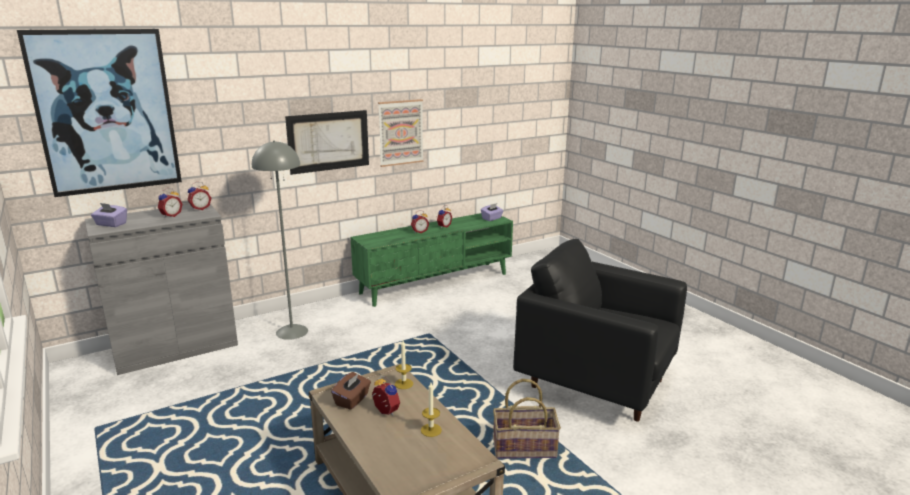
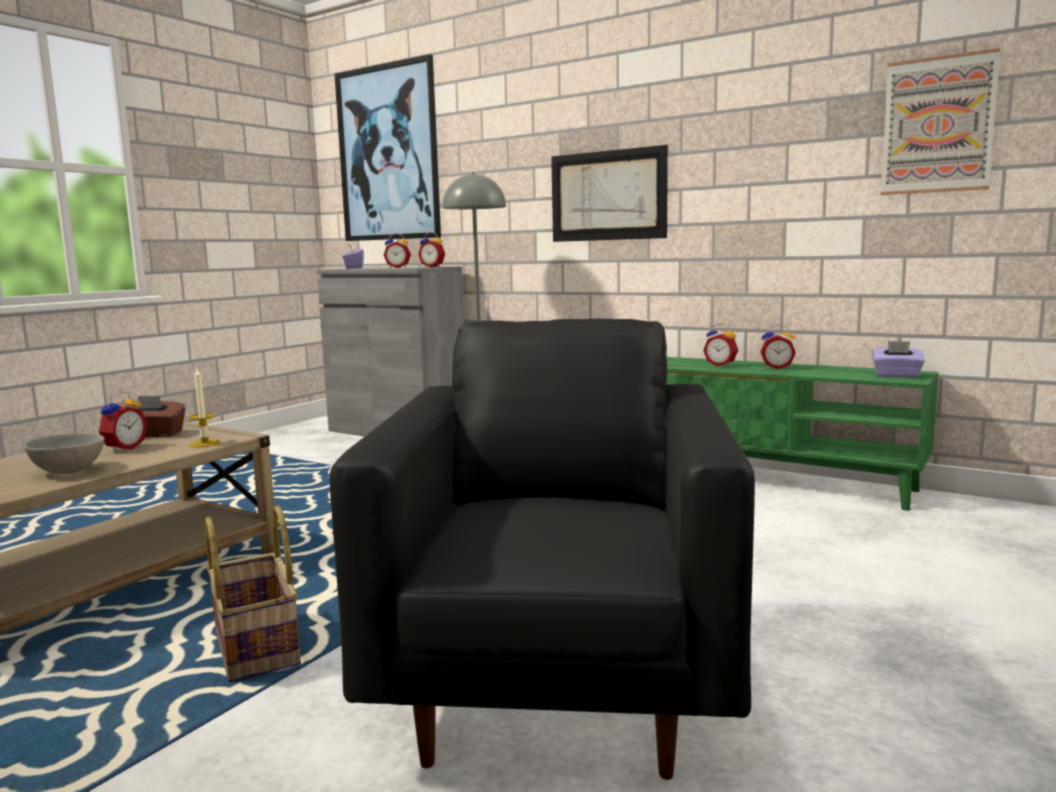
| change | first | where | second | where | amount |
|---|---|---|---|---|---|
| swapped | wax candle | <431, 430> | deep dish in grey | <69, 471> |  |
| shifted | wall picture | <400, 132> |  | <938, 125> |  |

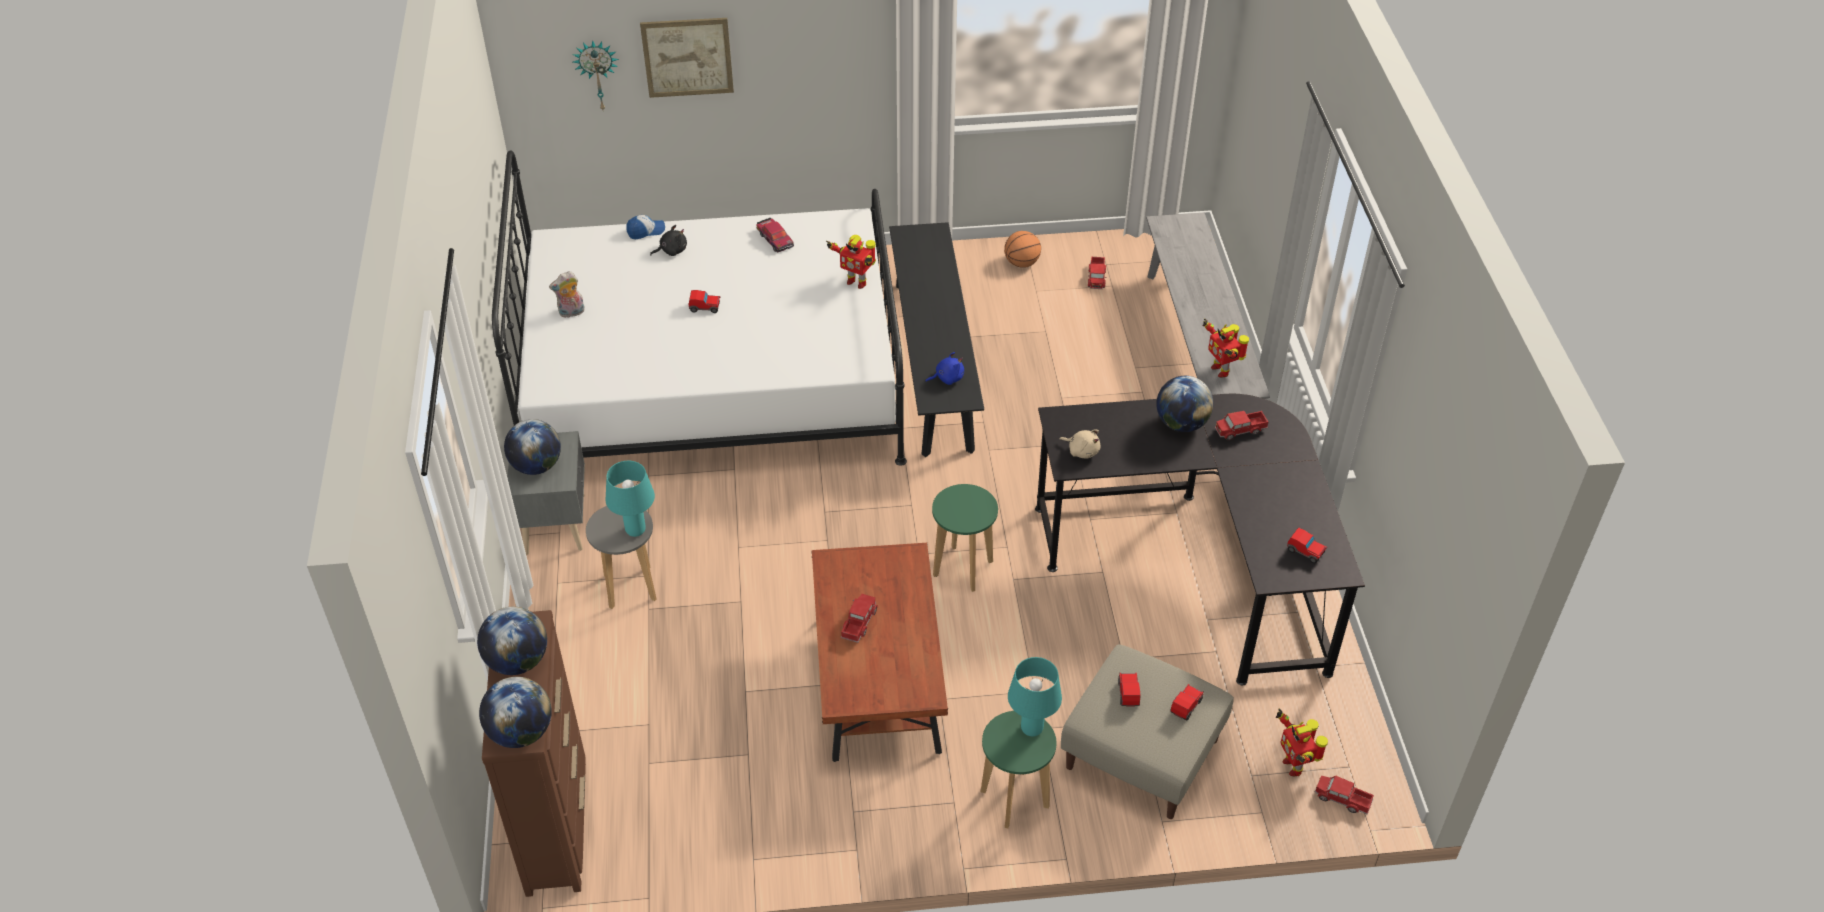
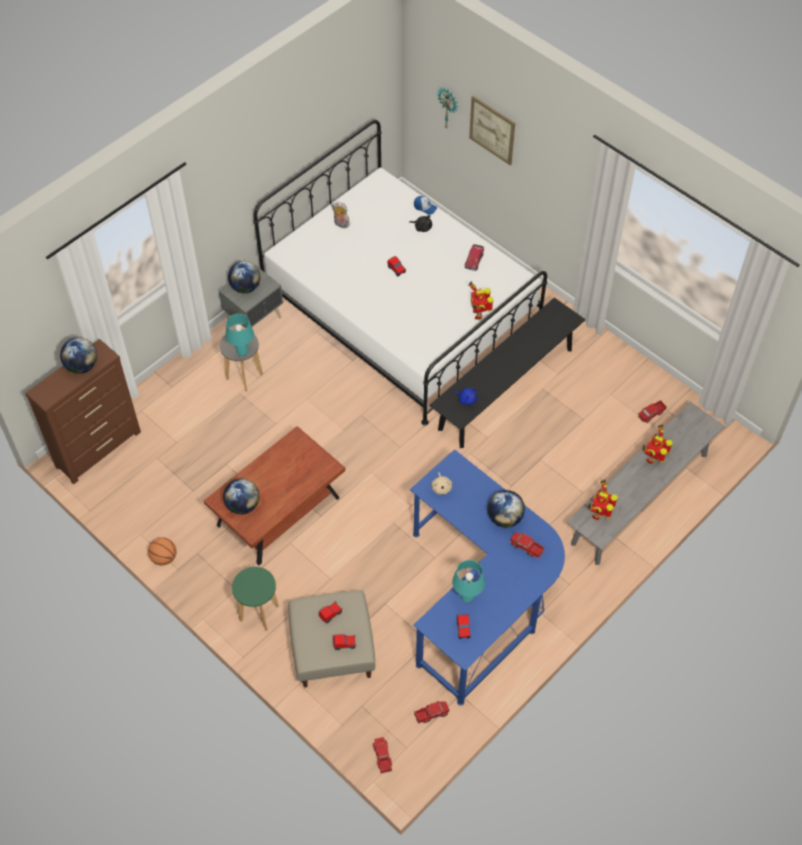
| change | first | where | second | where | amount |
|---|---|---|---|---|---|
| shifted | basketball ball | <1021, 263> |  | <164, 558> |  |
| shifted | desk globe | <521, 732> |  | <243, 505> |  |
| repainted | desk unit in black | <1198, 564> | desk unit in blue | <481, 597> |  |
| shifted | toy truck | <859, 623> |  | <431, 714> |  |
| shifted | lamp for a table in blue-green | <1032, 729> |  | <467, 597> |  |
| shifted | robot figure | <1294, 765> |  | <653, 458> |  |
| gone | sitting stool in green-coloured | <962, 568> |  |  |  |

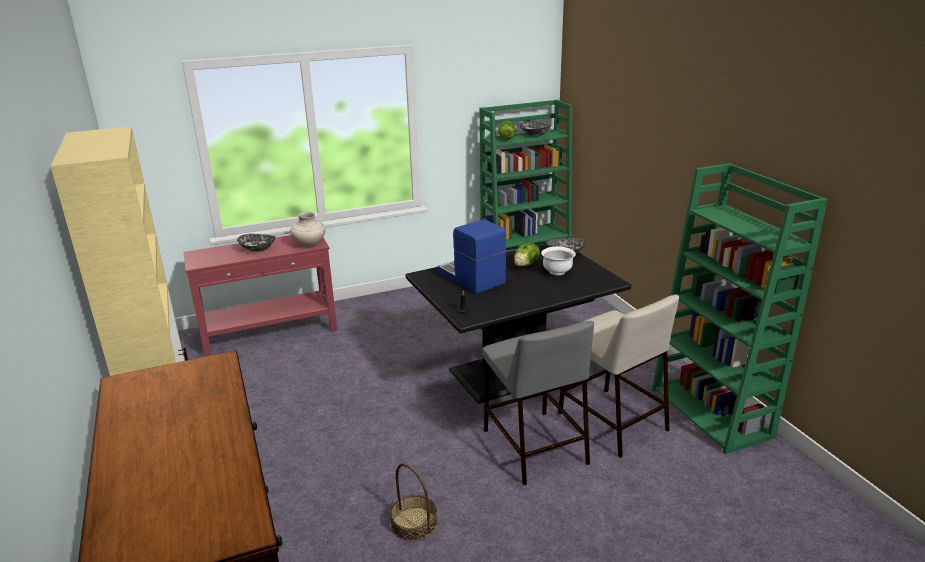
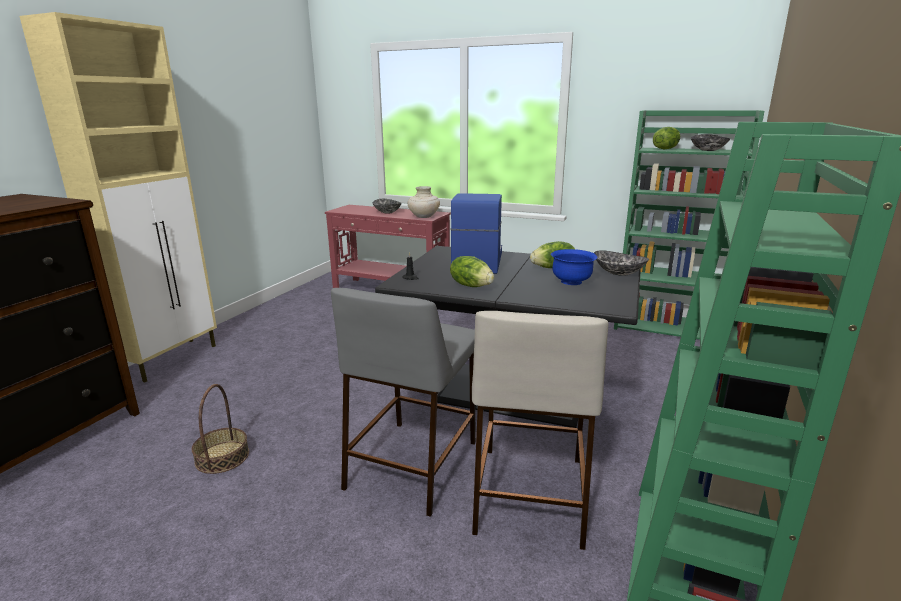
| change | first | where | second | where | amount |
|---|---|---|---|---|---|
| new |  |  | lettuce head | <471, 285> |  |
| repainted | deep dish in whitish | <557, 272> | deep dish in blue | <571, 282> |  |

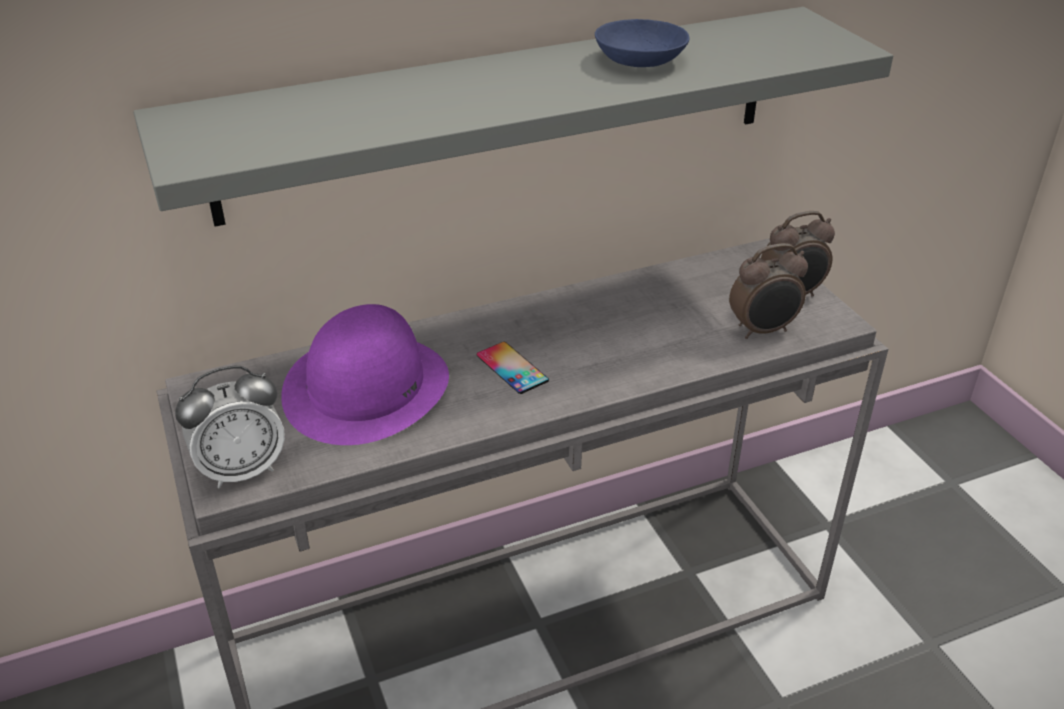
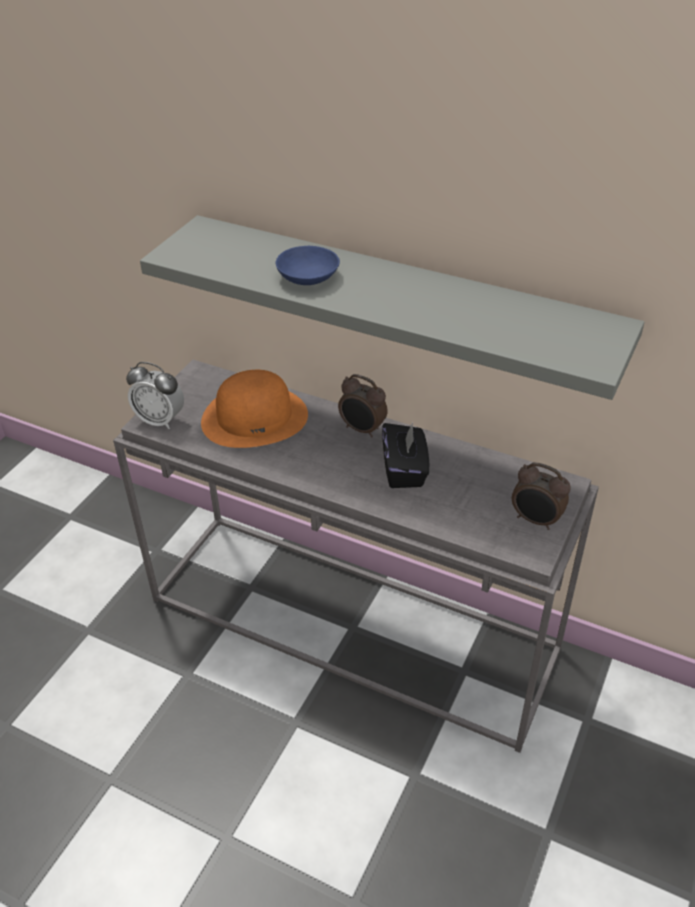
| change | first | where | second | where | amount |
|---|---|---|---|---|---|
| repainted | hat in purplish | <366, 387> | hat in orange-coloured | <255, 417> |  |
| shifted | deep dish in blue | <642, 60> |  | <308, 278> |  |
| shifted | bedside clock | <763, 330> |  | <362, 430> |  |
| new |  |  | box of tissues in black | <404, 470> |  |
| gone | handset | <512, 368> |  |  |  |

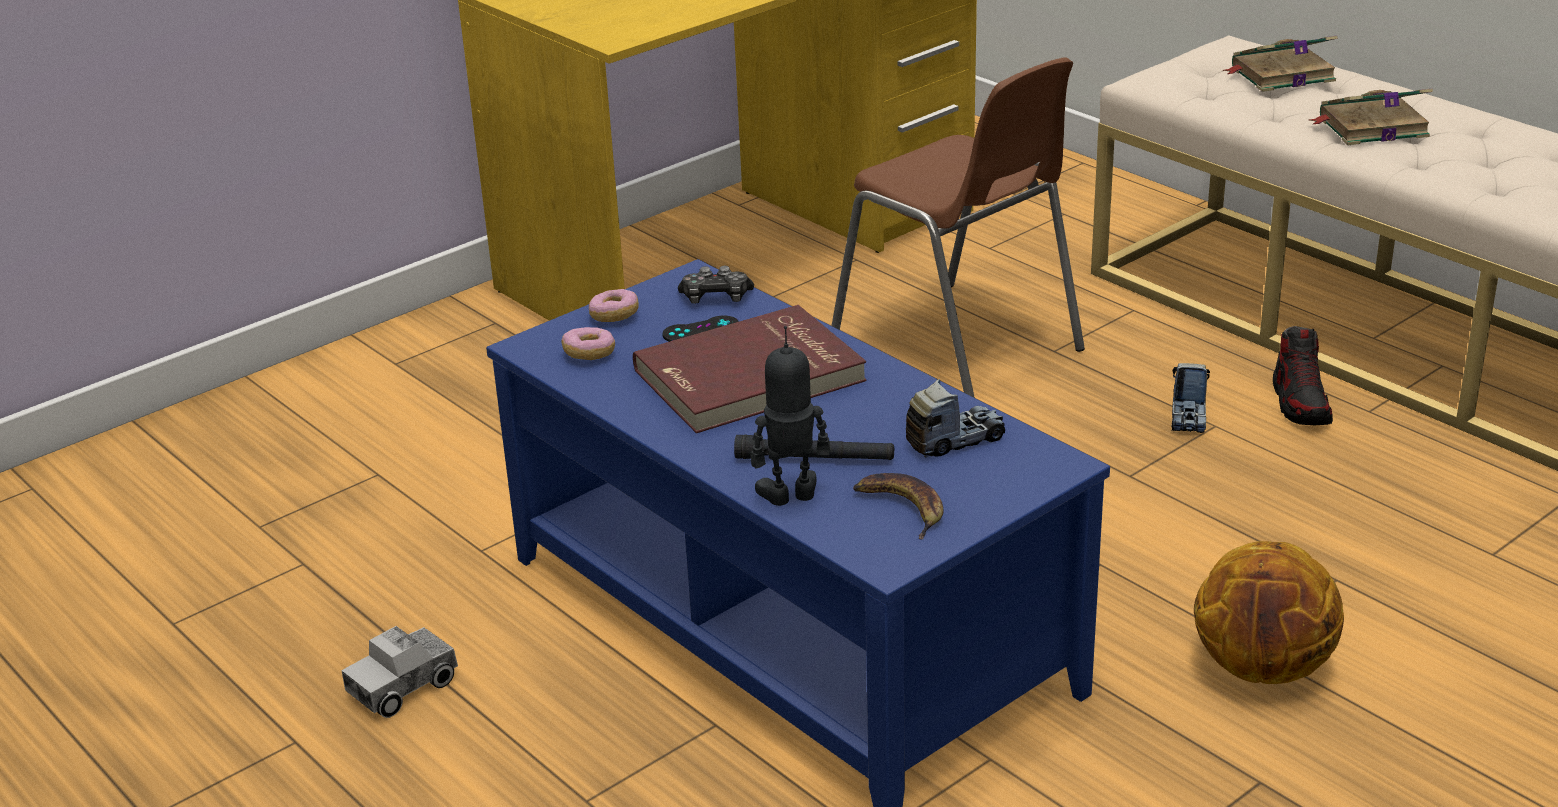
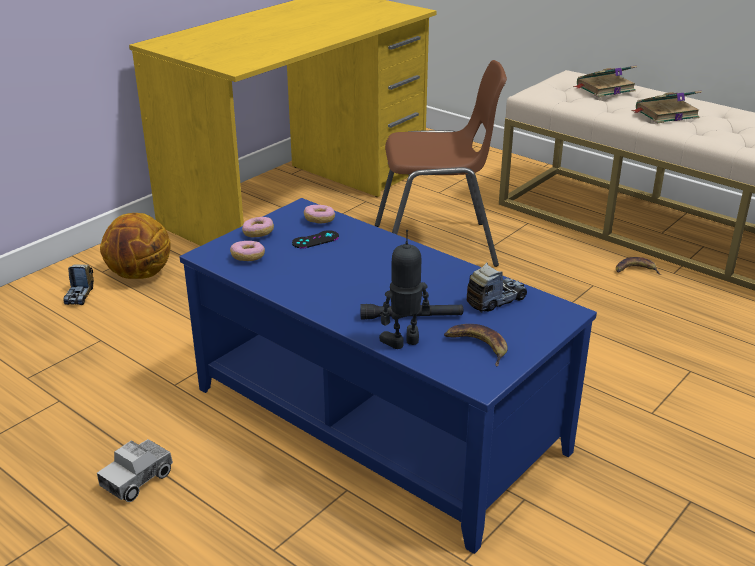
| change | first | where | second | where | amount |
|---|---|---|---|---|---|
| shifted | toy truck | <1189, 416> |  | <80, 295> |  |
| shifted | basketball ball | <1263, 668> |  | <140, 275> |  |
| swapped | gamepad | <716, 298> | doughnut | <319, 220> |  |
| rotated | upright chair in brownish | <958, 345> |  | <436, 246> | 45 degrees counterclockwise |
| swapped | low shoe | <1300, 403> | whole banana | <635, 270> |  |
| gone | book in red-coloured | <751, 377> |  |  |  |

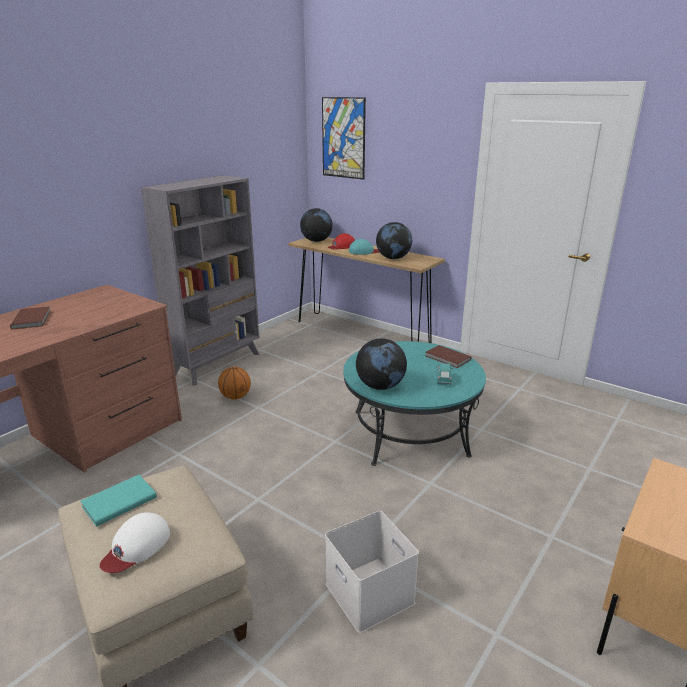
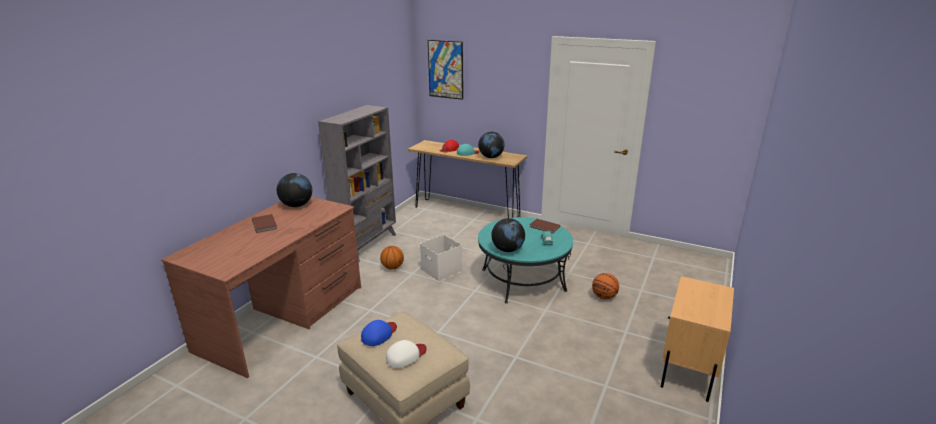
| change | first | where | second | where | amount |
|---|---|---|---|---|---|
| shifted | desk globe | <316, 241> |  | <297, 205> |  |
| swapped | book in blue-green | <118, 501> | peaked cap in blue | <379, 334> |  |
| rotated | peaked cap in whitish | <136, 546> |  | <406, 355> | 150 degrees counterclockwise |
| shifted | storage box in whitish | <367, 593> |  | <440, 270> |  |
| new |  |  | basketball ball | <604, 297> |  |

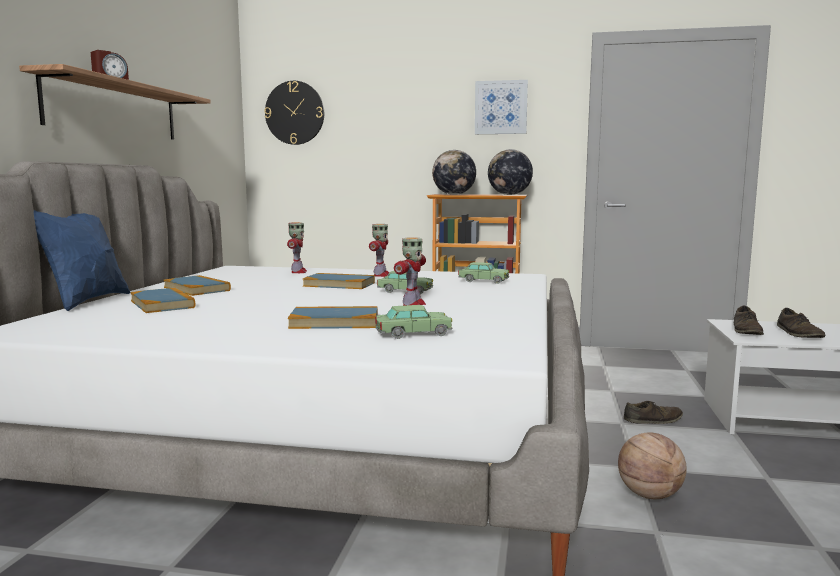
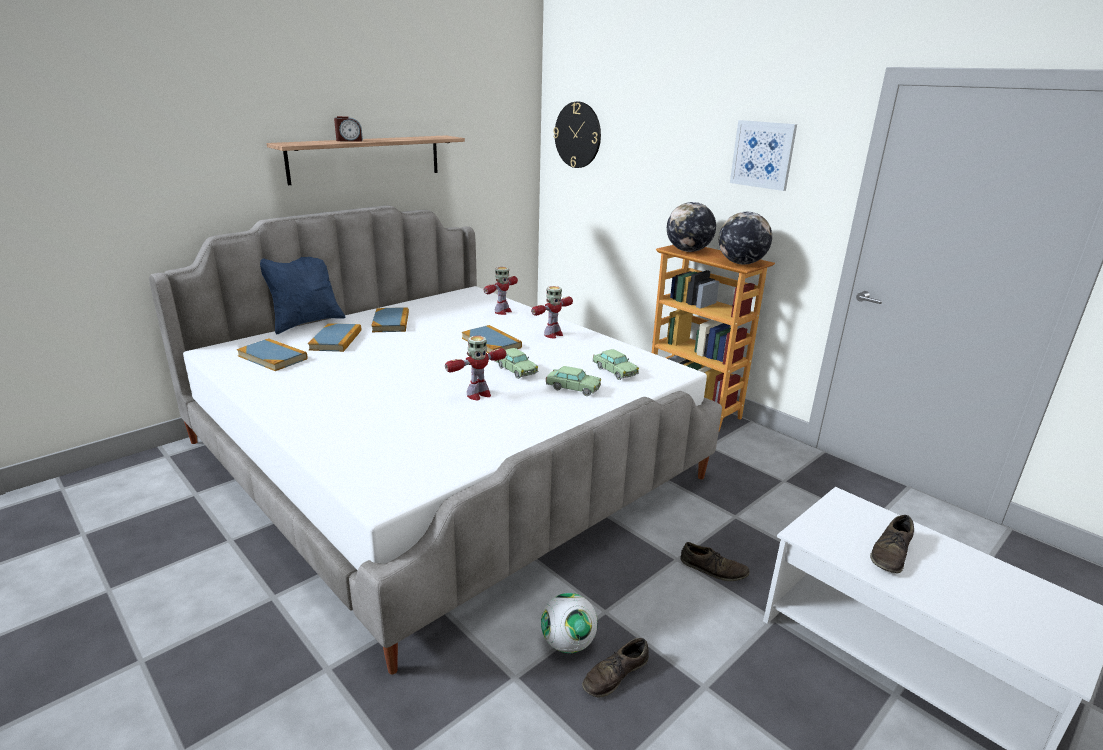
| change | first | where | second | where | amount |
|---|---|---|---|---|---|
| shifted | book | <334, 322> |  | <273, 357> |  |
| swapped | basketball ball | <649, 495> | ball for football | <568, 643> |  |
| shifted | model car | <413, 334> |  | <573, 388> |  |
| shifted | low shoe in brownish | <746, 330> |  | <615, 675> |  |

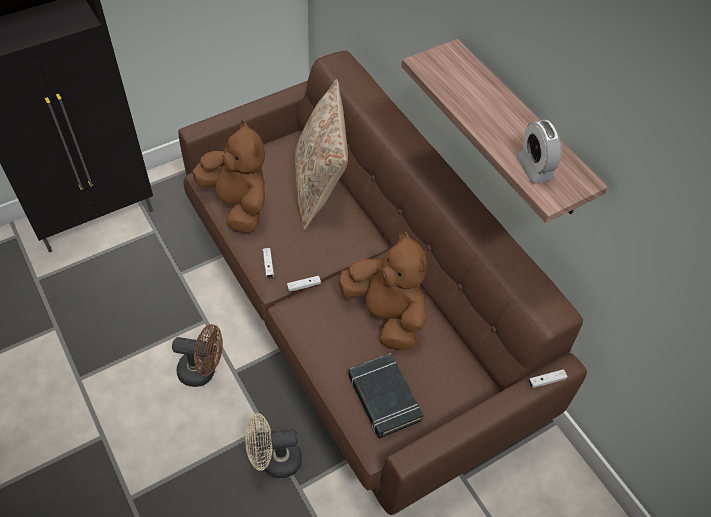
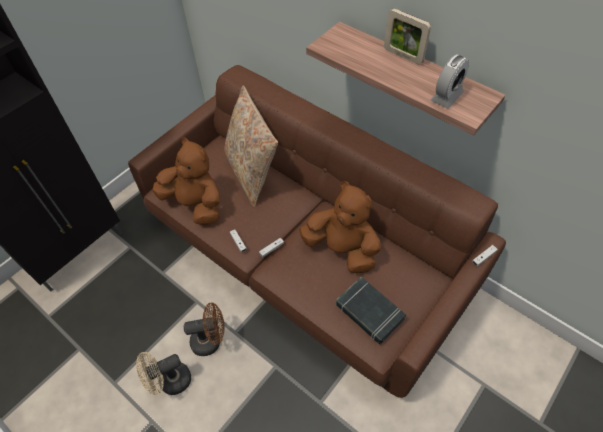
| change | first | where | second | where | amount |
|---|---|---|---|---|---|
| shifted | fan in sand-coloured | <274, 460> |  | <170, 382> |  |
| new |  |  | standing frame | <403, 56> |  |
| rotated | bedside clock | <534, 168> |  | <446, 97> | 105 degrees counterclockwise |

